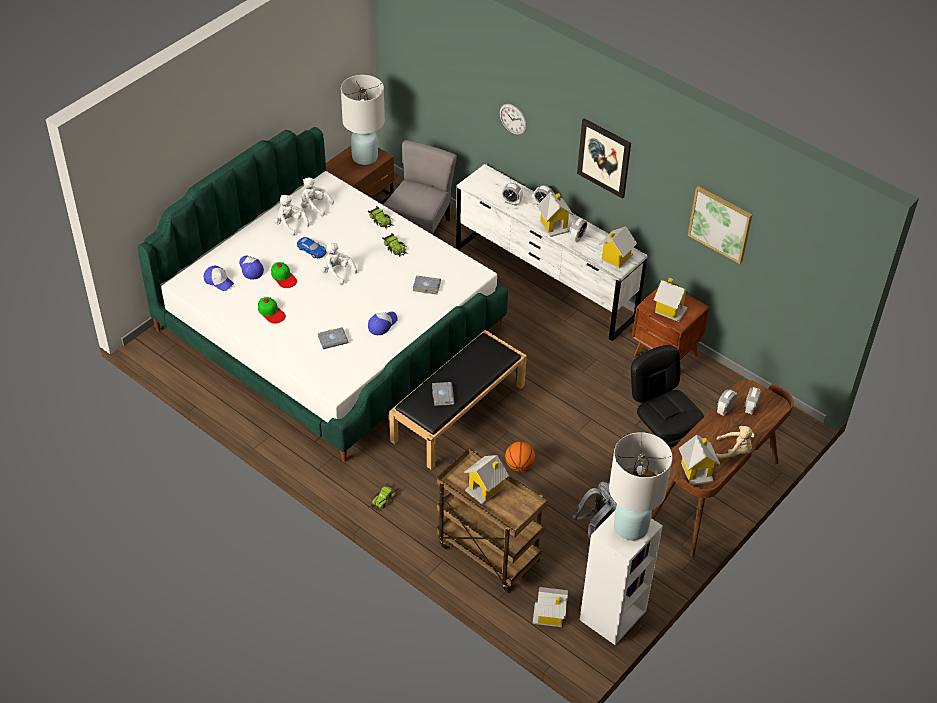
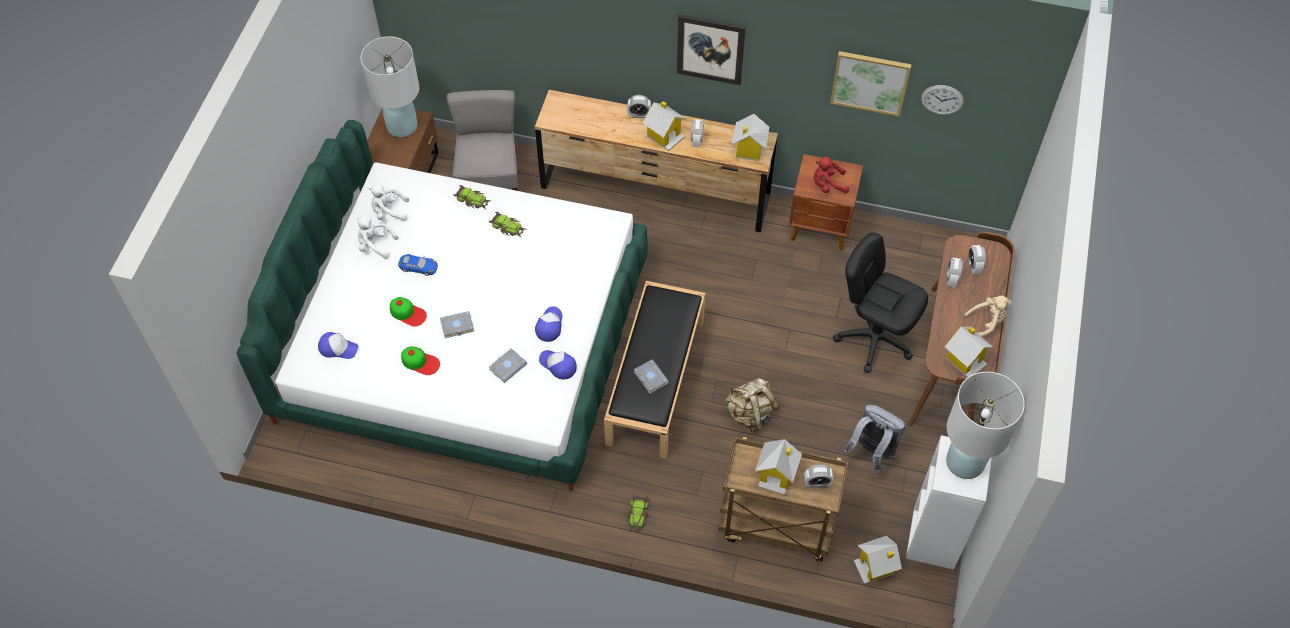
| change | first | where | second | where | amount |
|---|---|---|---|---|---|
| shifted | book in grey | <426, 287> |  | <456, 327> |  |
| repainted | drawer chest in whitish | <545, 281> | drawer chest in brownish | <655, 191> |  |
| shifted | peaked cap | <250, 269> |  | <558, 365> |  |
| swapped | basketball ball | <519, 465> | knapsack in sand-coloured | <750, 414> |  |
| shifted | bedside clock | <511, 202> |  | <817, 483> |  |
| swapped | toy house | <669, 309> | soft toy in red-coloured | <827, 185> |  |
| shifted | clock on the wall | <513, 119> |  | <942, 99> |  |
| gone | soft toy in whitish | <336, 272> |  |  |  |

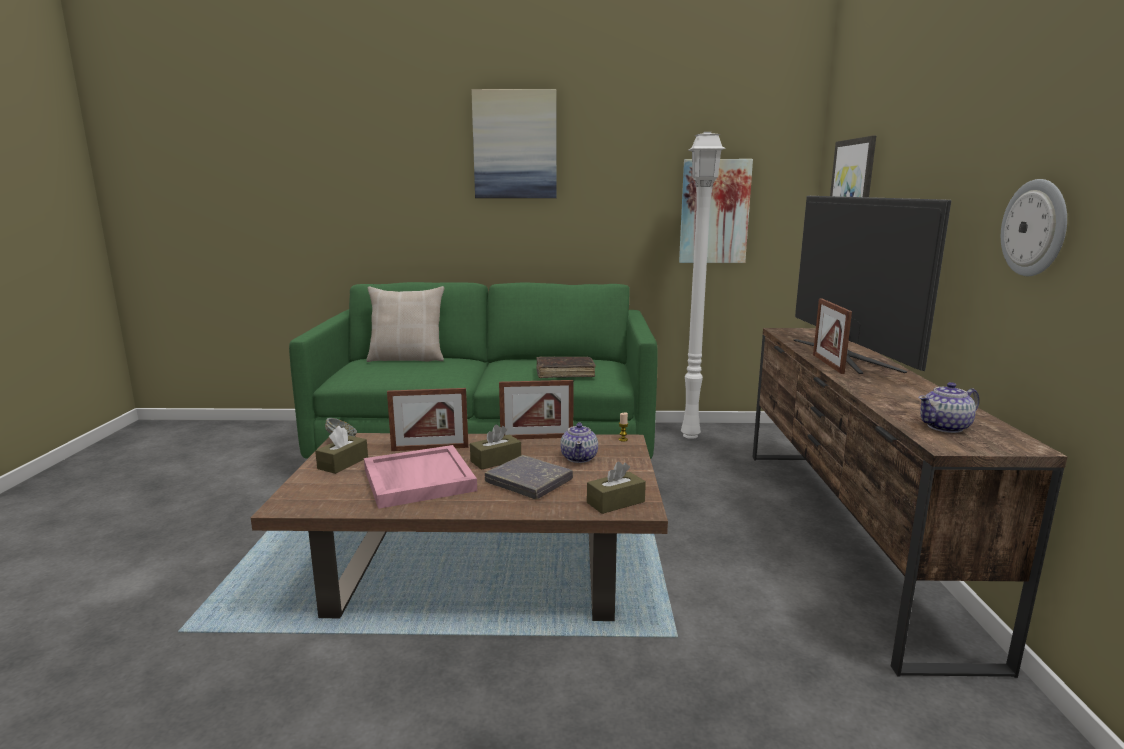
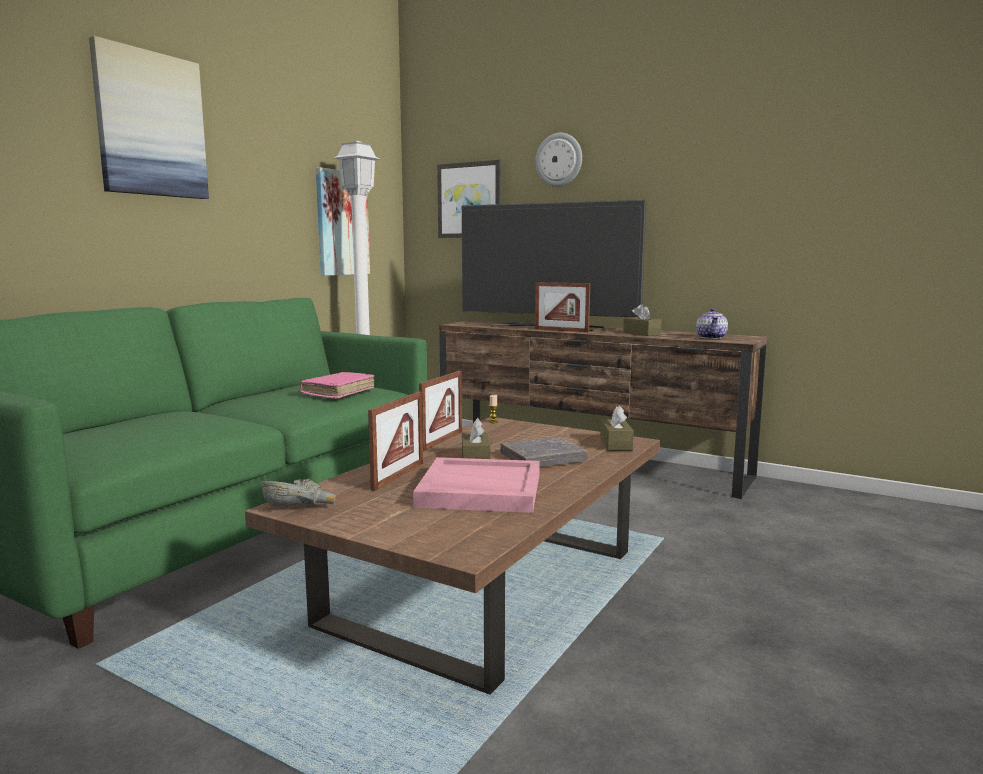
| change | first | where | second | where | amount |
|---|---|---|---|---|---|
| repainted | book in brownish | <565, 373> | book in pink | <338, 392> |  |
| shifted | clock on the wall | <1035, 228> |  | <559, 160> |  |
| shifted | box of tissues in brownish | <343, 463> |  | <641, 333> |  |
| gone | pillow in sand-coloured | <407, 358> |  |  |  |
| gone | teapot | <579, 458> |  |  |  |

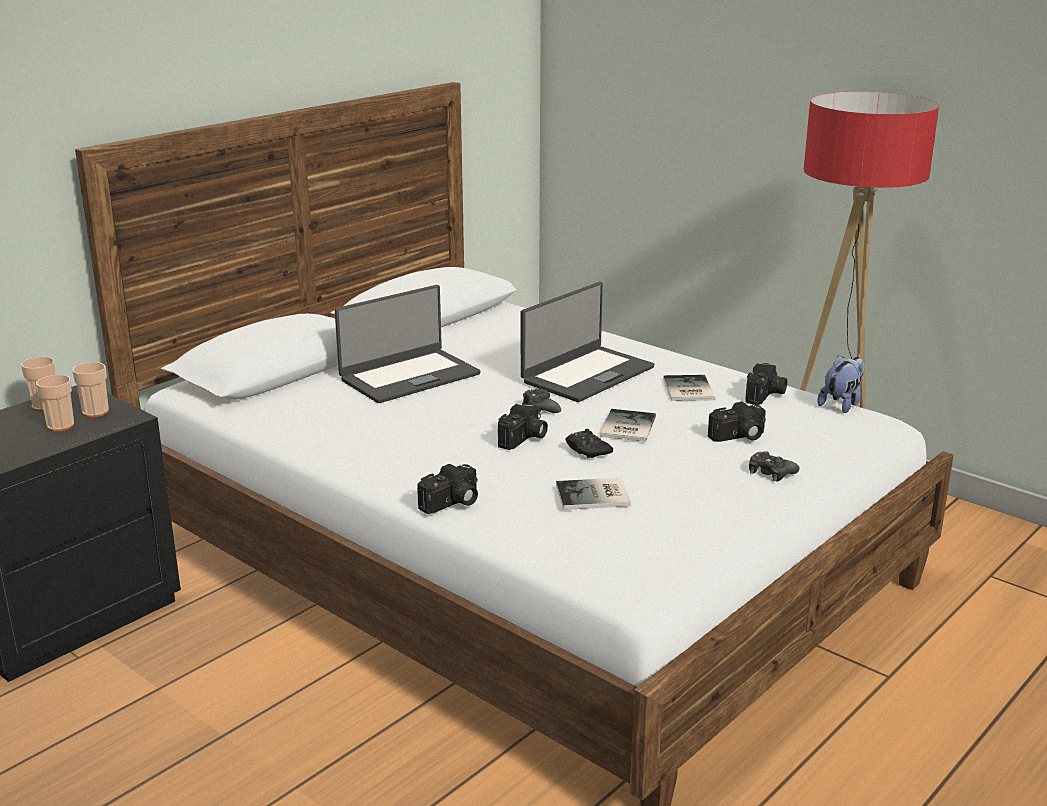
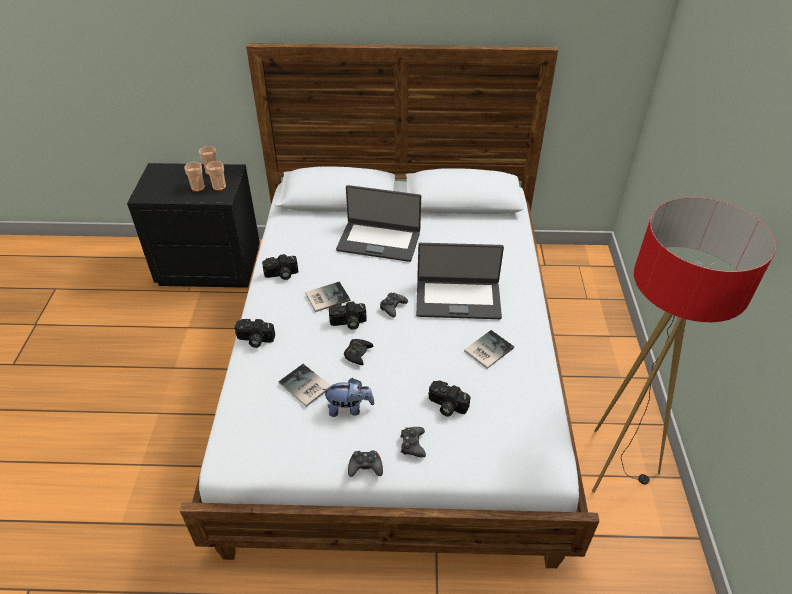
| change | first | where | second | where | amount |
|---|---|---|---|---|---|
| shifted | still camera | <766, 395> |  | <281, 274> |  |
| shifted | book | <625, 427> |  | <326, 297> |  |
| shifted | soft toy | <842, 404> |  | <349, 408> |  |
| new |  |  | gamepad in black | <365, 466> |  |

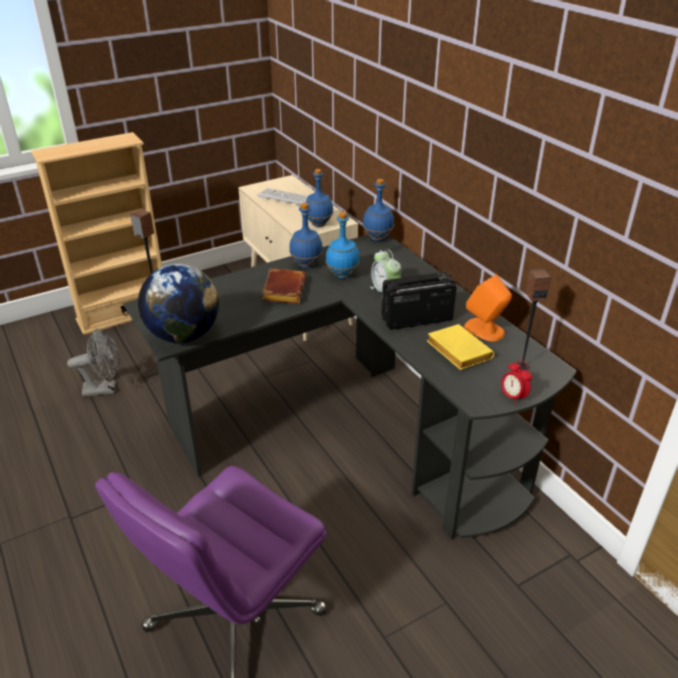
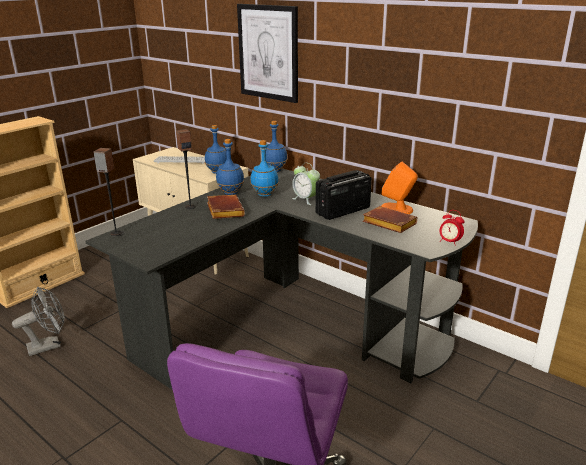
| change | first | where | second | where | amount |
|---|---|---|---|---|---|
| shifted | loudspeaker | <522, 366> |  | <190, 207> |  |
| new |  |  | wall picture | <268, 52> |  |
| repainted | book in yellow-coloured | <456, 351> | book in brownish | <387, 224> |  |
| gone | desk globe | <184, 335> |  |  |  |

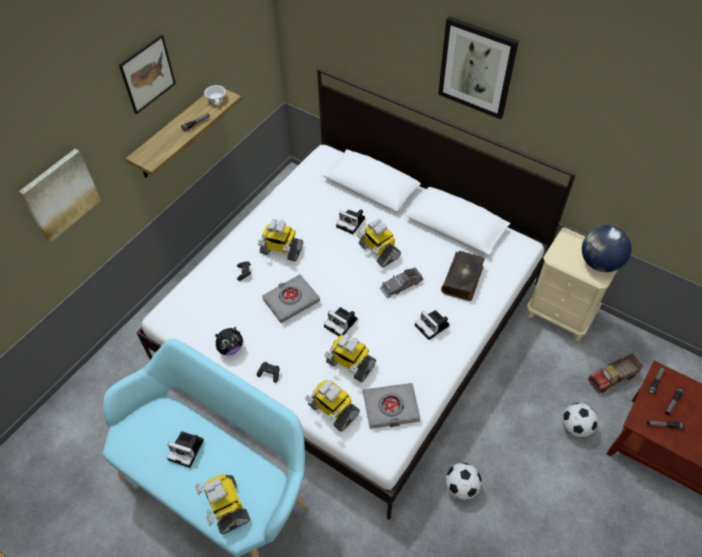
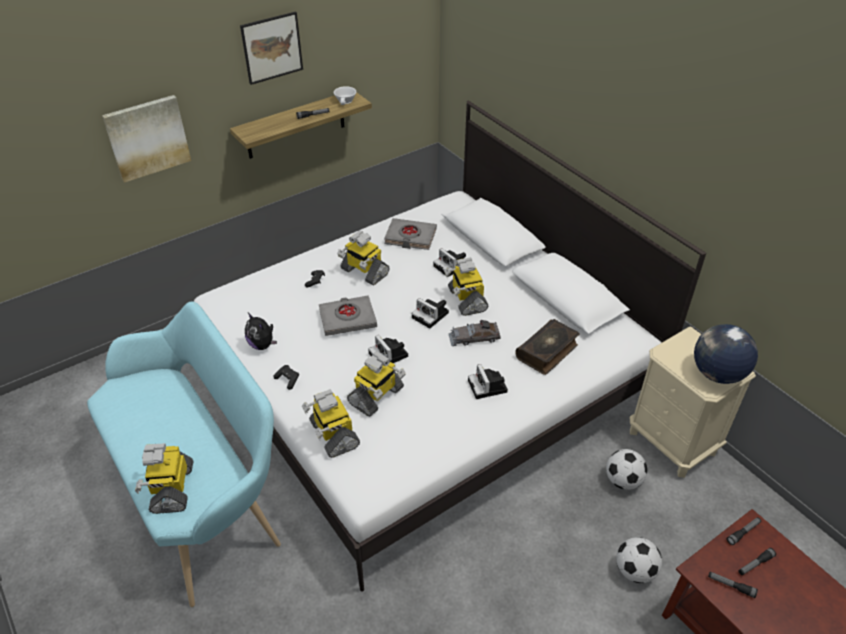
| change | first | where | second | where | amount |
|---|---|---|---|---|---|
| rotated | soft toy | <230, 348> |  | <262, 345> | 60 degrees clockwise |
| rotated | robot figure | <350, 364> |  | <376, 396> | 105 degrees counterclockwise |
| shifted | book in grey | <391, 408> |  | <410, 237> |  |
| shifted | still camera | <187, 450> |  | <431, 315> |  |
| shifted | ball for football | <461, 487> |  | <623, 480> |  |
| gone | wall picture | <477, 68> |  |  |  |
| gone | toy truck | <612, 378> |  |  |  |

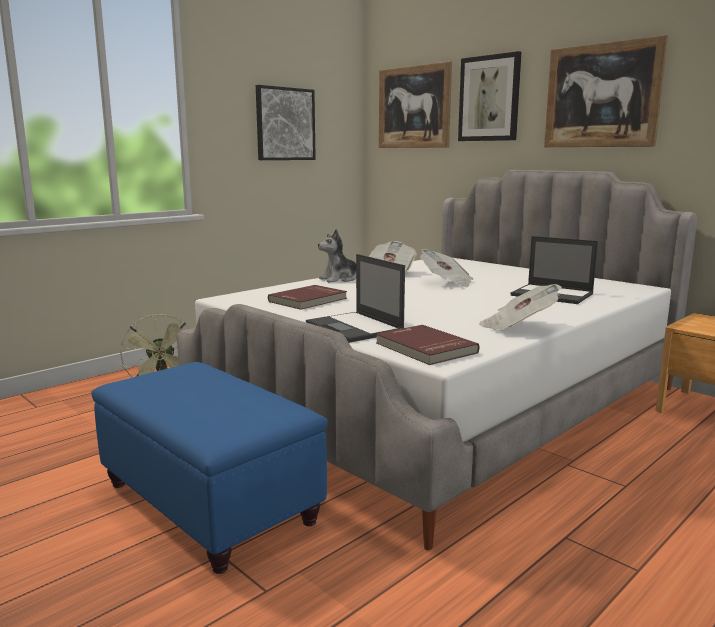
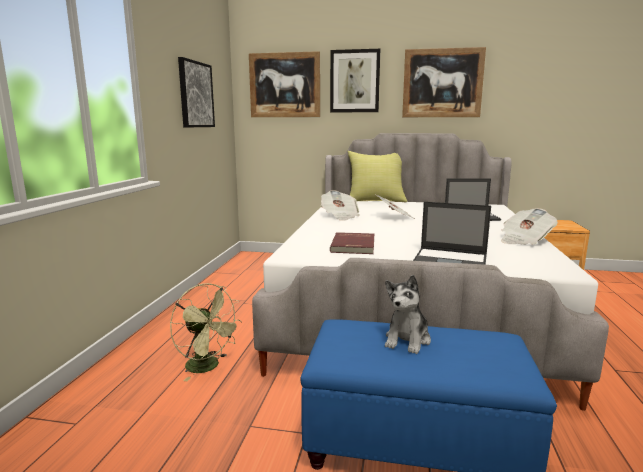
| change | first | where | second | where | amount |
|---|---|---|---|---|---|
| new |  |  | pillow in yellow-coloured | <376, 200> |  |
| shifted | soft toy | <340, 279> |  | <407, 340> |  |
| gone | book in red-coloured | <424, 348> |  |  |  |

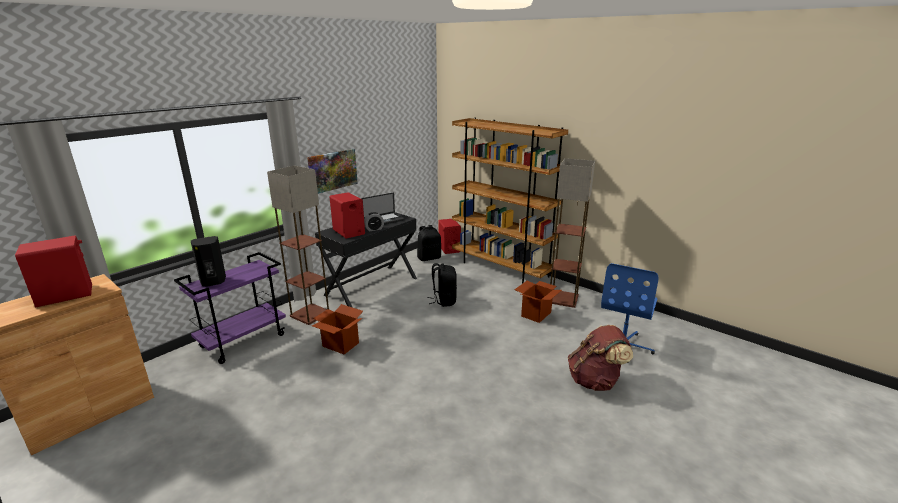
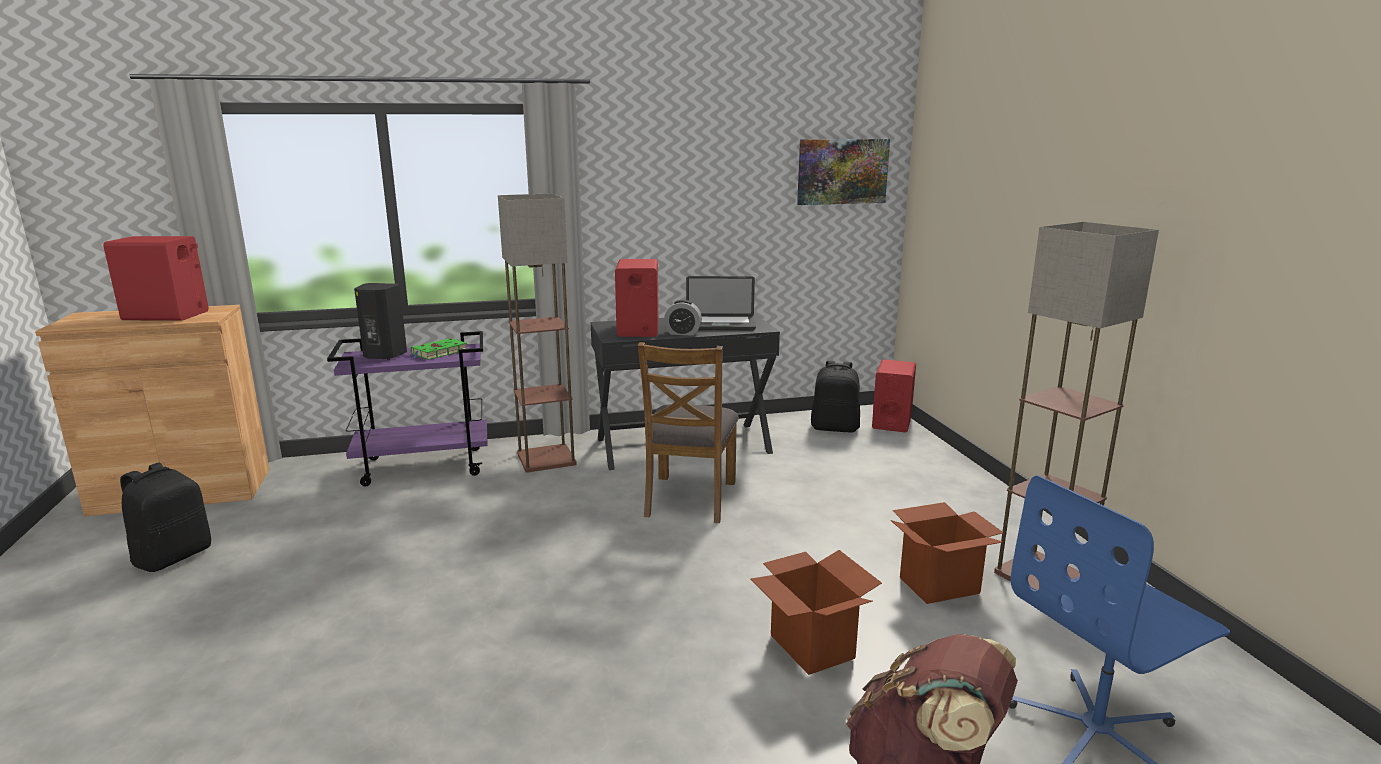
| change | first | where | second | where | amount |
|---|---|---|---|---|---|
| shifted | knapsack in black | <444, 300> |  | <173, 556> |  |
| new |  |  | book in green-coloured | <438, 352> |  |
| new |  |  | upright chair in brownish | <689, 498> |  |
| shifted | carton | <340, 344> |  | <811, 646> |  |
| shifted | wall picture | <332, 170> |  | <842, 171> |  |
| gone | shelving unit in brownish | <500, 268> |  |  |  |

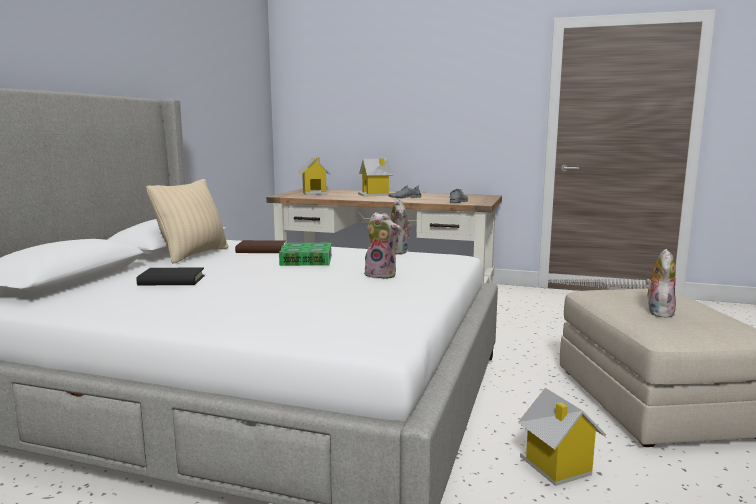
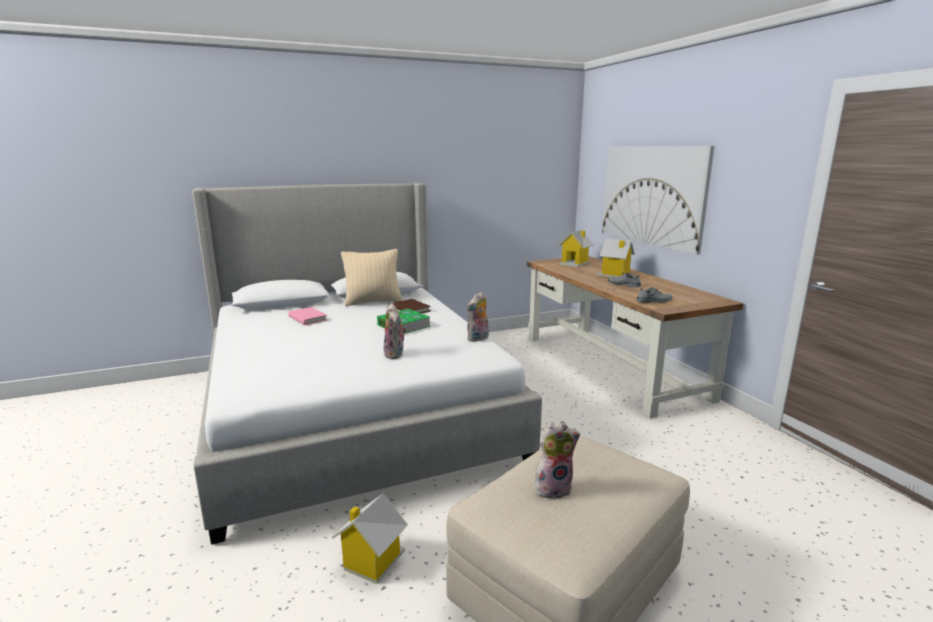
| change | first | where | second | where | amount |
|---|---|---|---|---|---|
| repainted | book in black | <171, 280> | book in pink | <307, 318> |  |
| new |  |  | wall picture | <652, 195> |  |

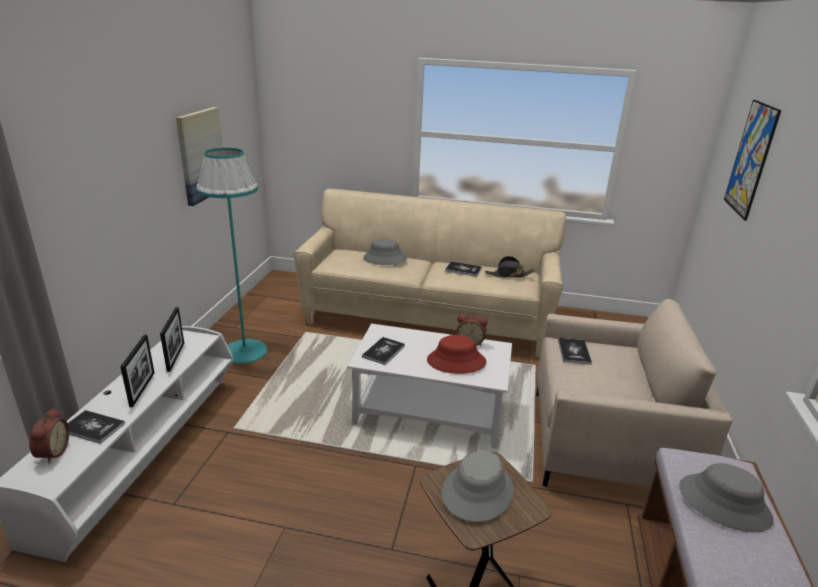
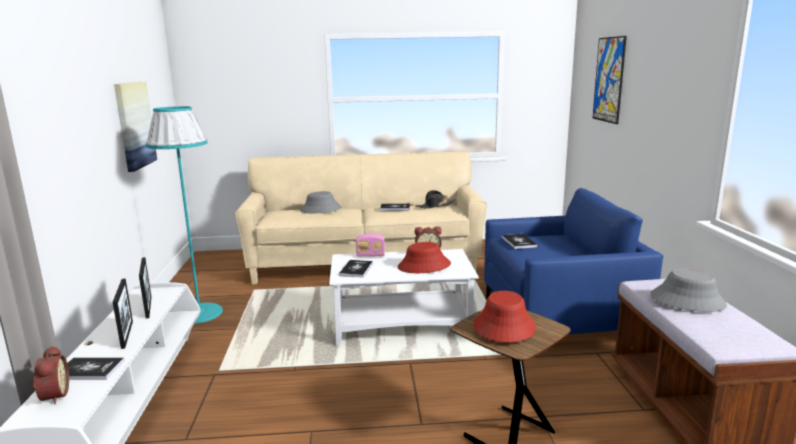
| change | first | where | second | where | amount |
|---|---|---|---|---|---|
| new |  |  | radio set | <370, 255> |  |
| repainted | hat in grey | <477, 491> | hat in red-coloured | <504, 327> |  |
| repainted | easy chair in sand-coloured | <606, 444> | easy chair in blue | <559, 319> |  |

